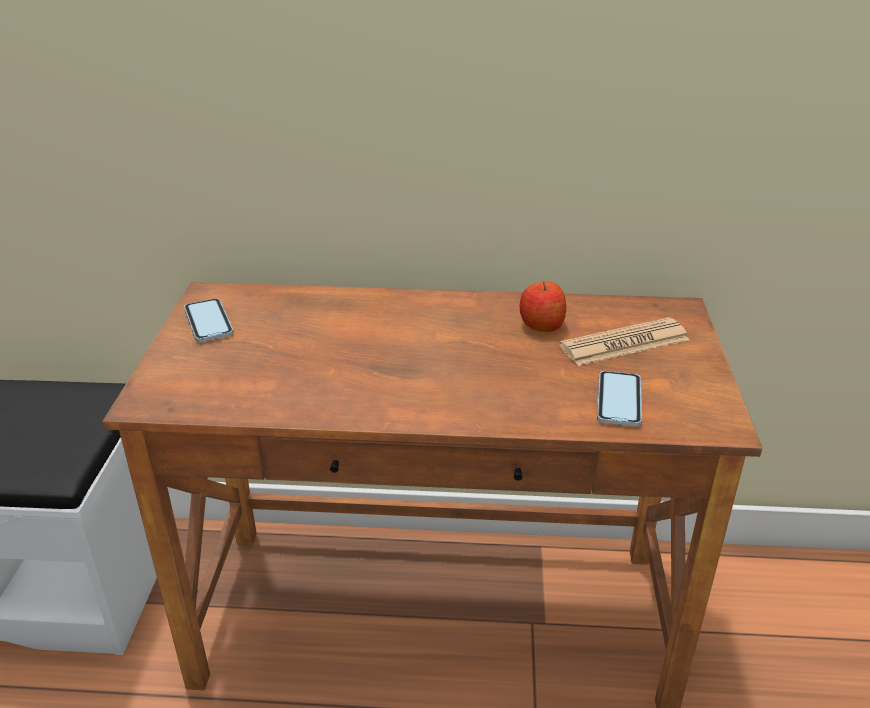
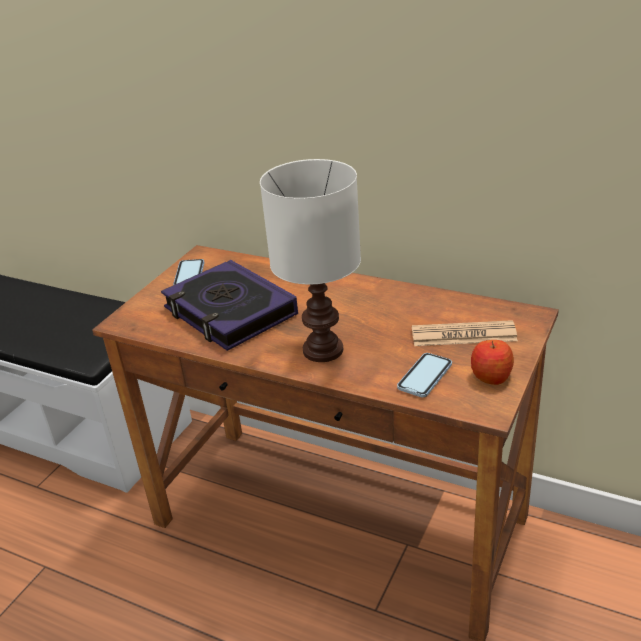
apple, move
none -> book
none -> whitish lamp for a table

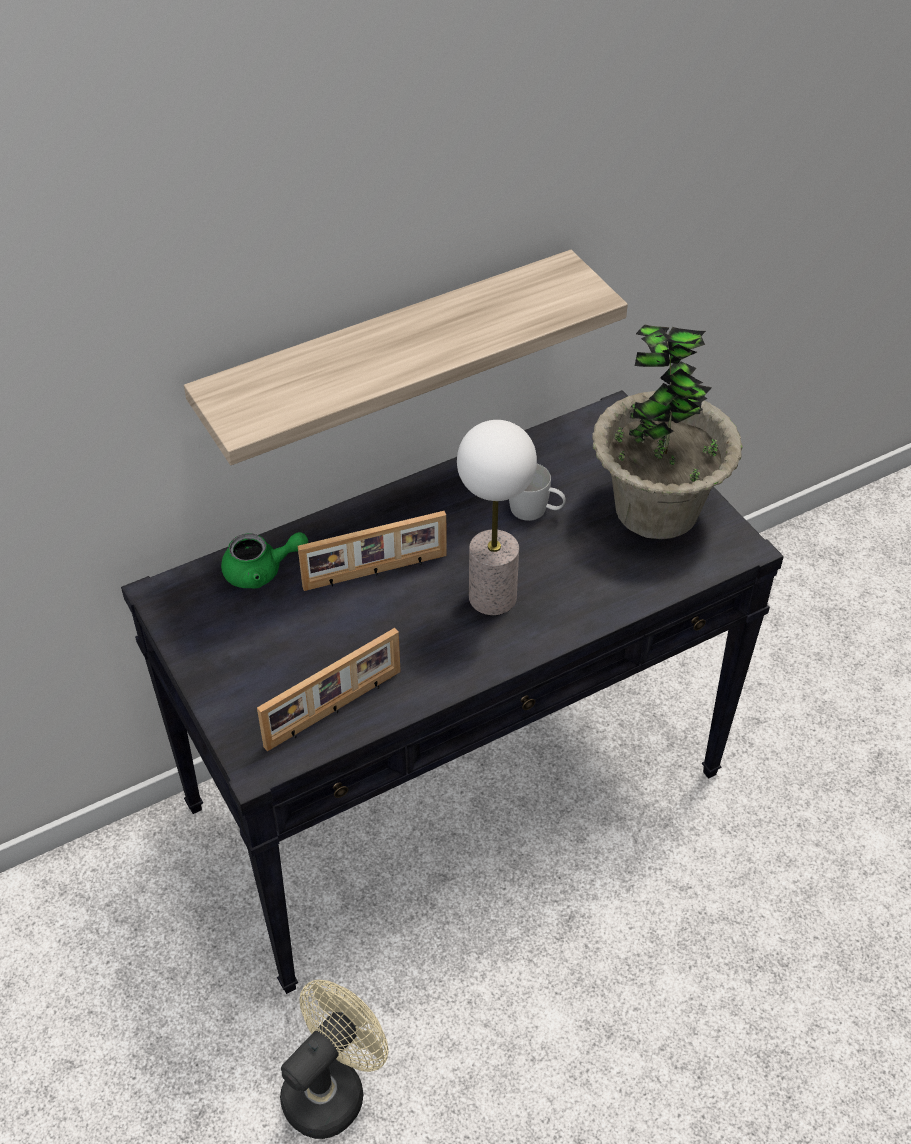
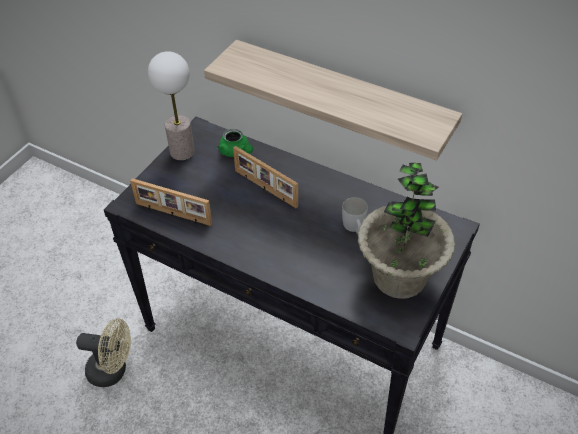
lamp for a table, move

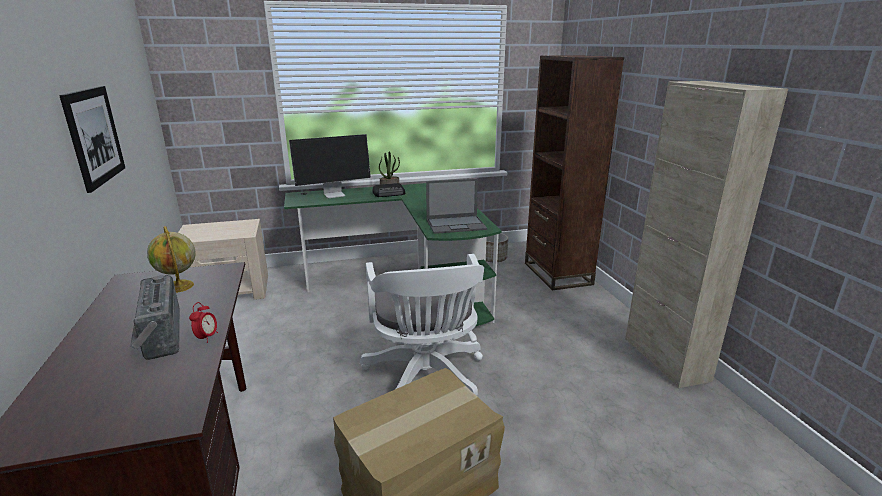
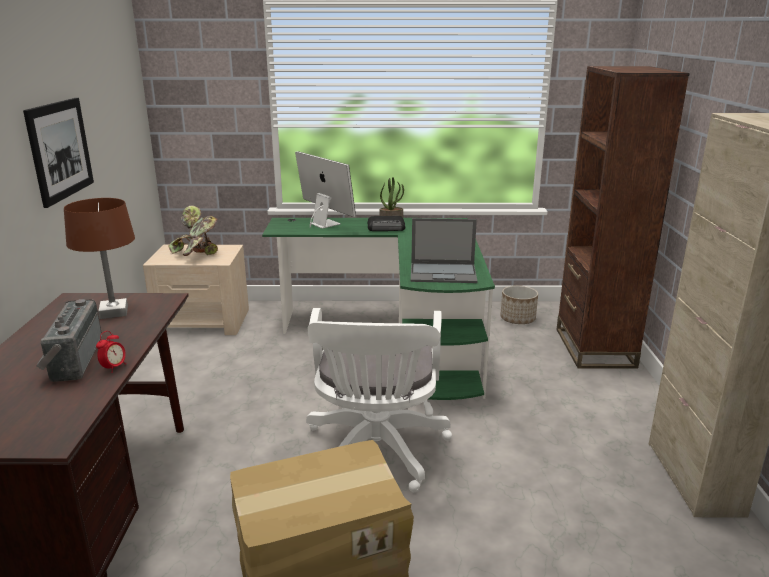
globe -> brown-coloured lamp for a table
computer screen, 120 degrees counterclockwise
none -> plant in a pot (1st from left)

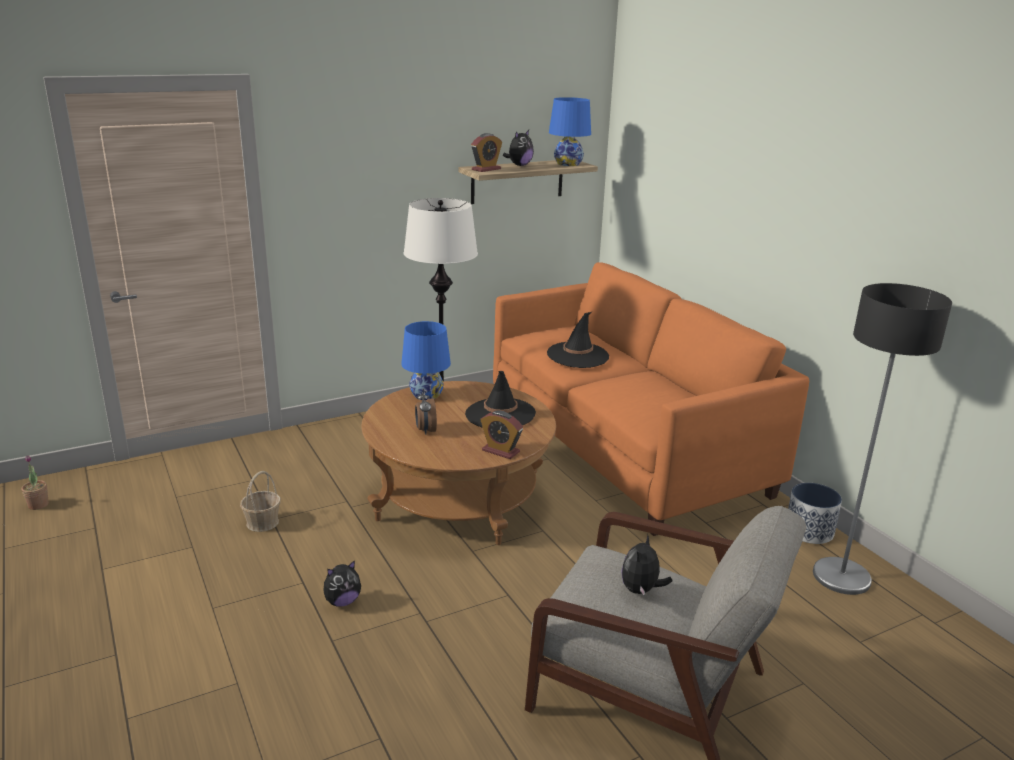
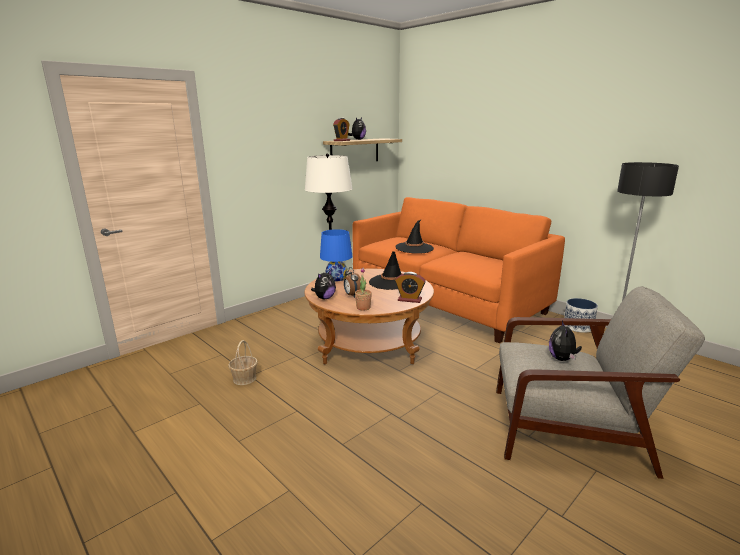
plant in a pot, move
soft toy (1st from left), move
blue-coloured lamp for a table (2nd from left) -> none

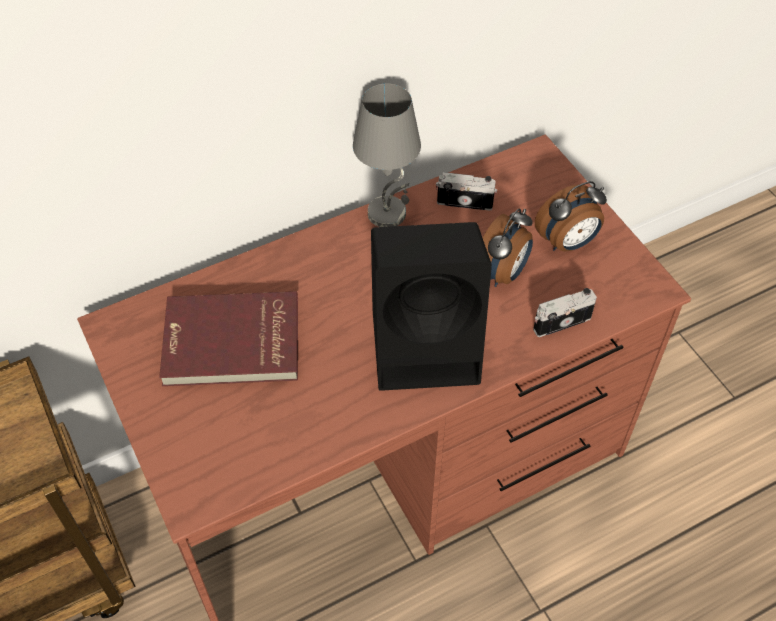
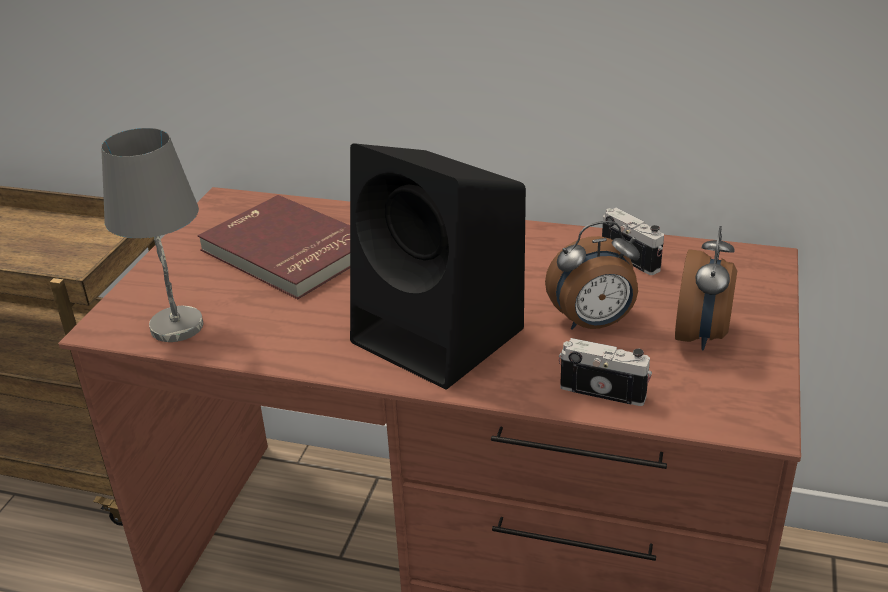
greyish lamp for a table, move
bedside clock (2nd from left), 90 degrees counterclockwise

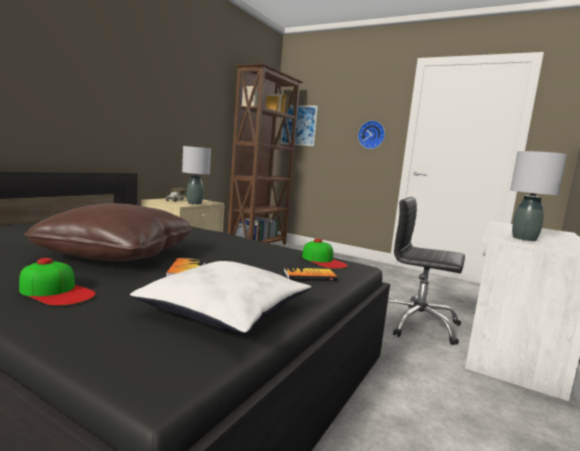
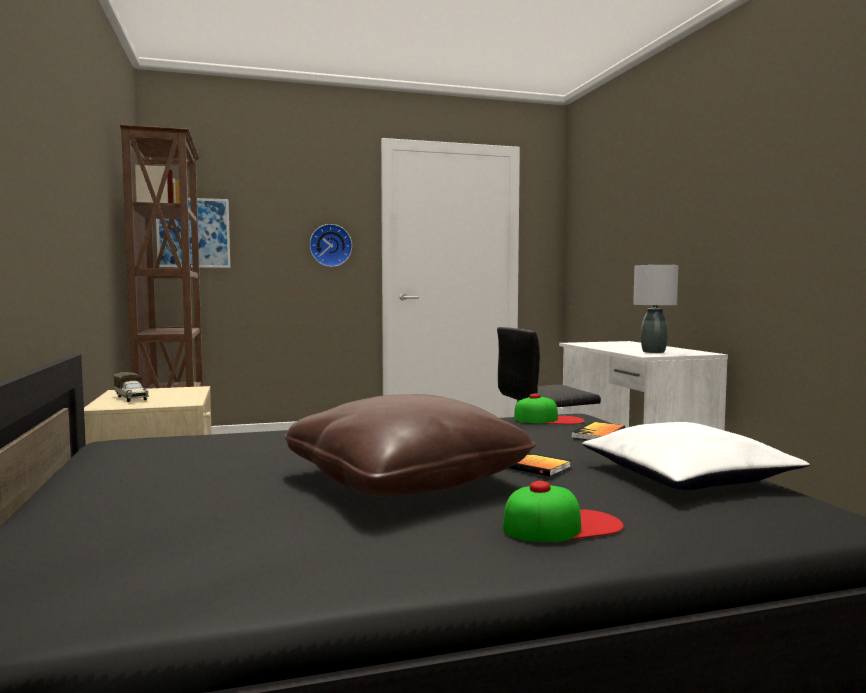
greyish lamp for a table (1st from left) -> none

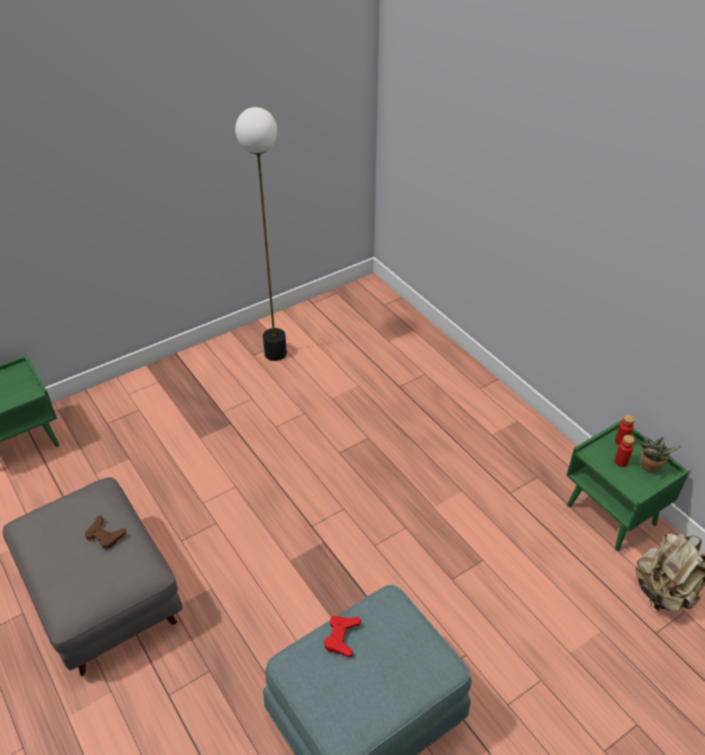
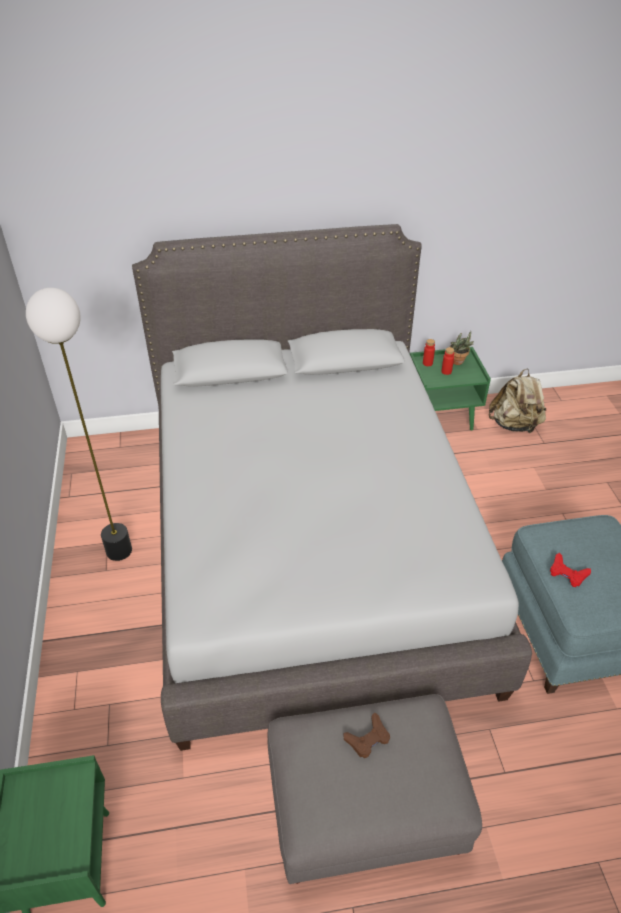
none -> greyish bed

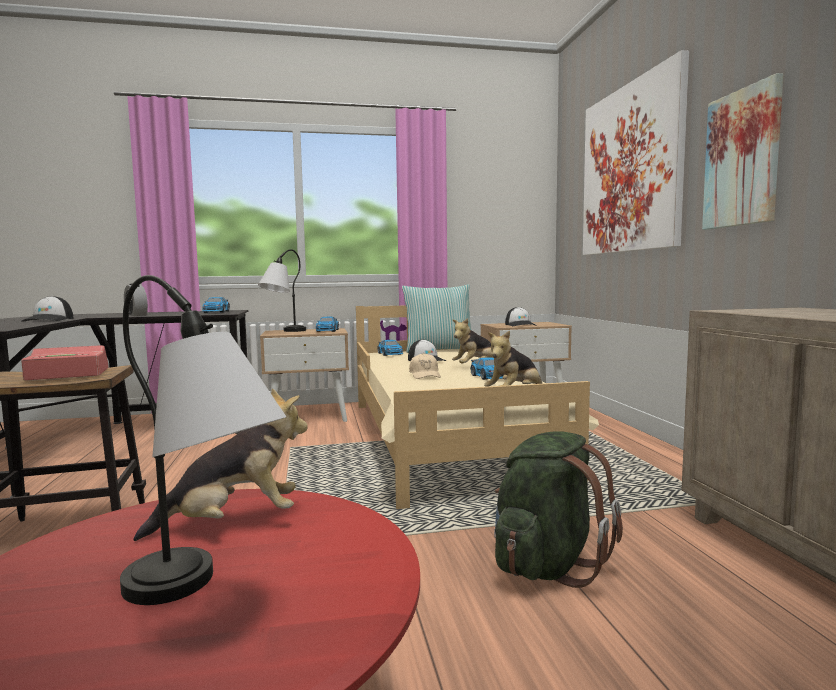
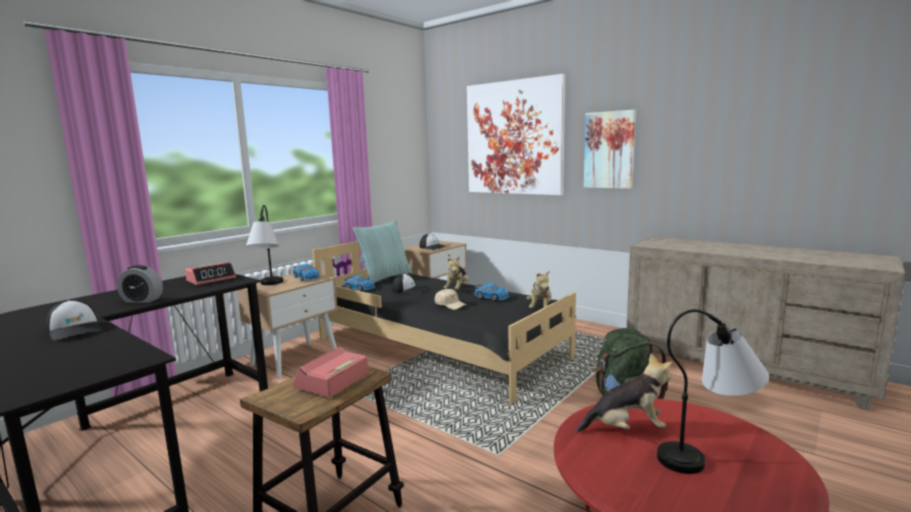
soft toy (1st from left in the first image) -> soft toy (3rd from left), 60 degrees clockwise
miniature car (1st from left) -> bedside clock (2nd from left)
beige-coloured bed -> black bed

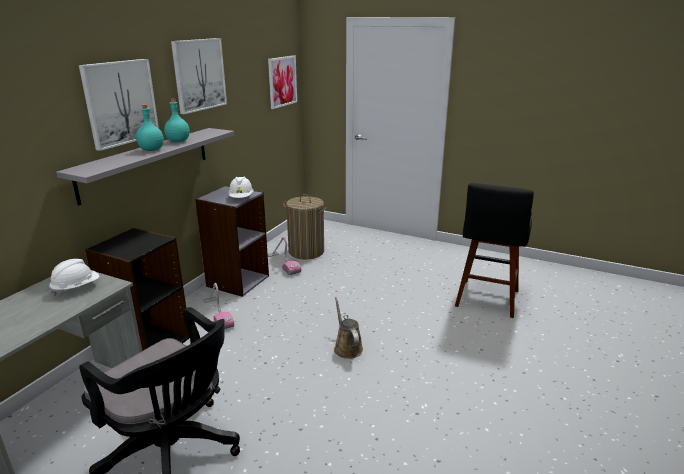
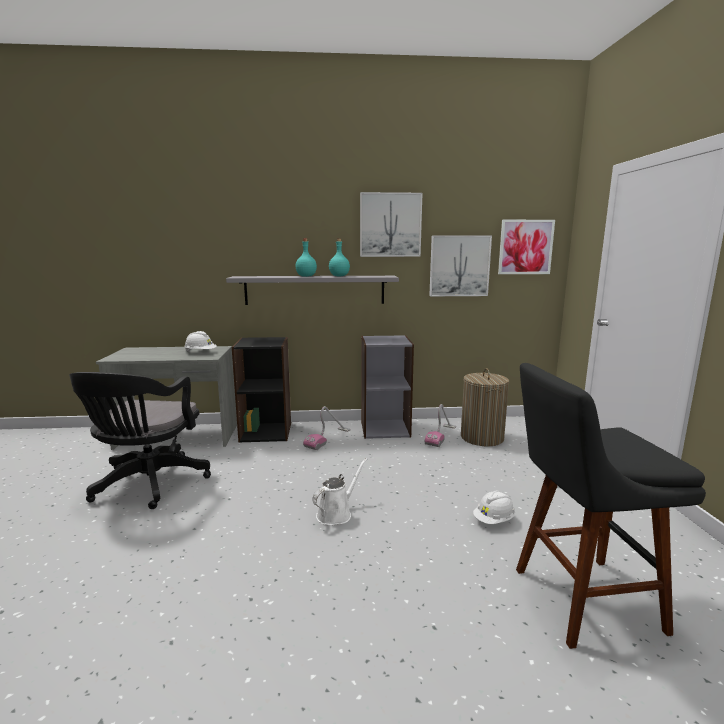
wall picture (1st from left in the first image) -> wall picture (2nd from left), move
whitish hard hat (2nd from left), move
brown-coloured sprinkling can -> whitish sprinkling can

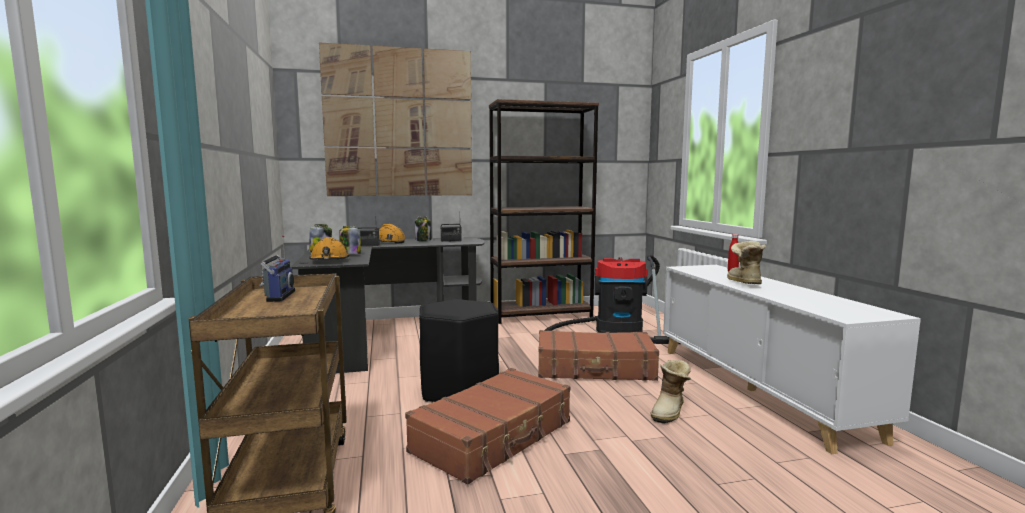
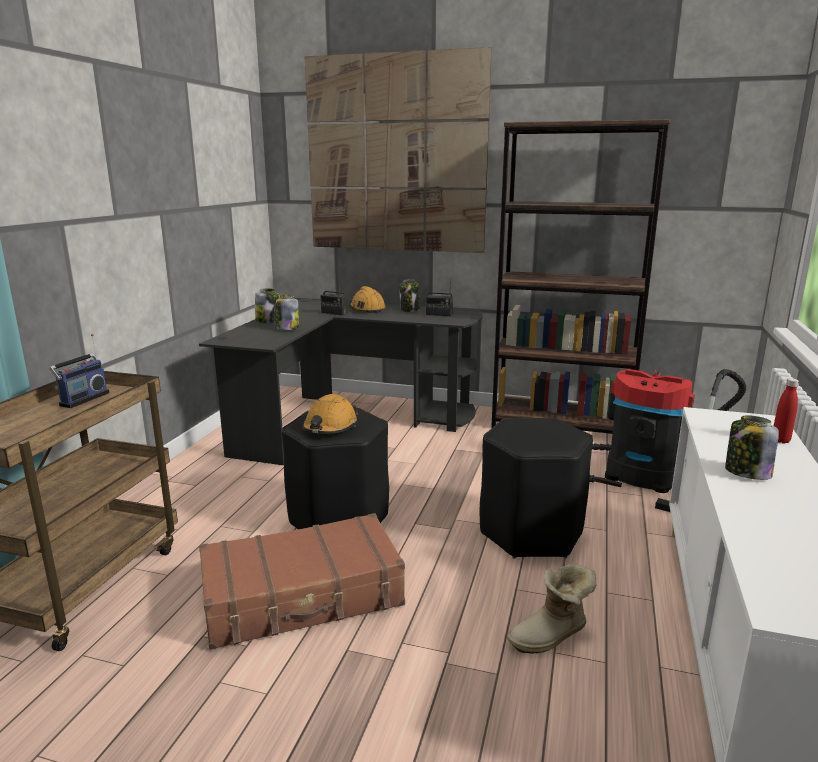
orange-coloured hard hat (1st from left), move
brown-coloured travel case (2nd from left) -> black stool seat (2nd from left)
boot (2nd from left) -> jar (4th from left)

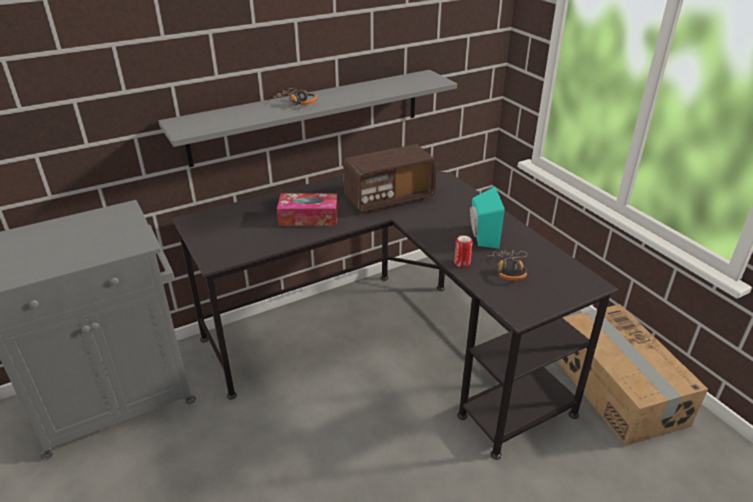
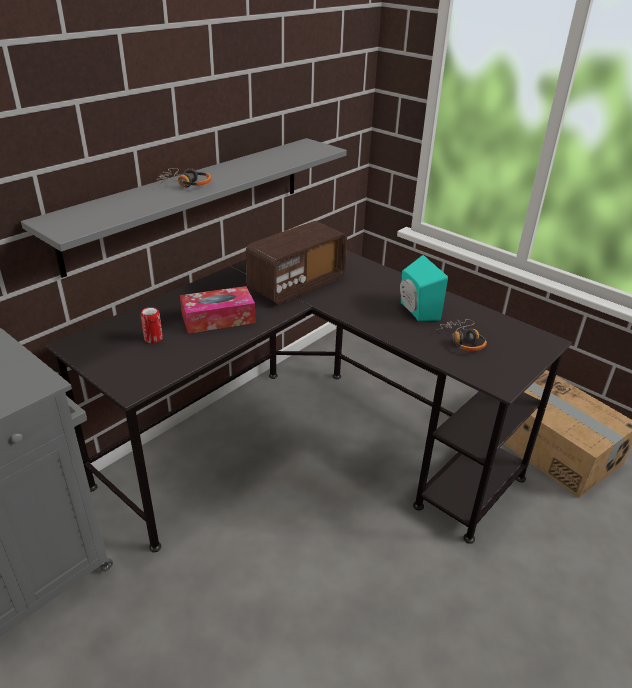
sealed can, move

